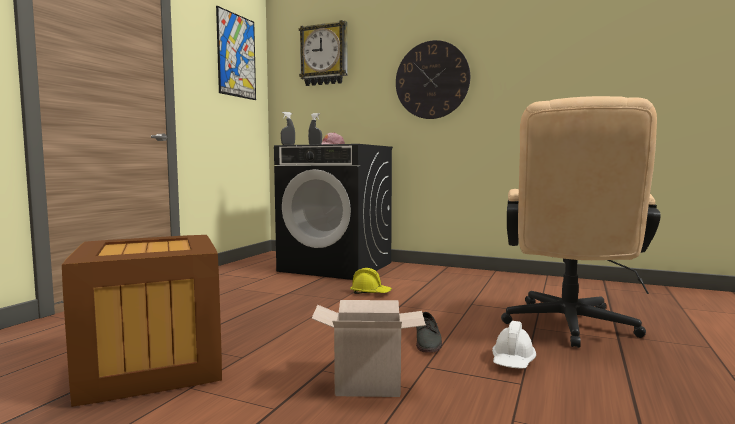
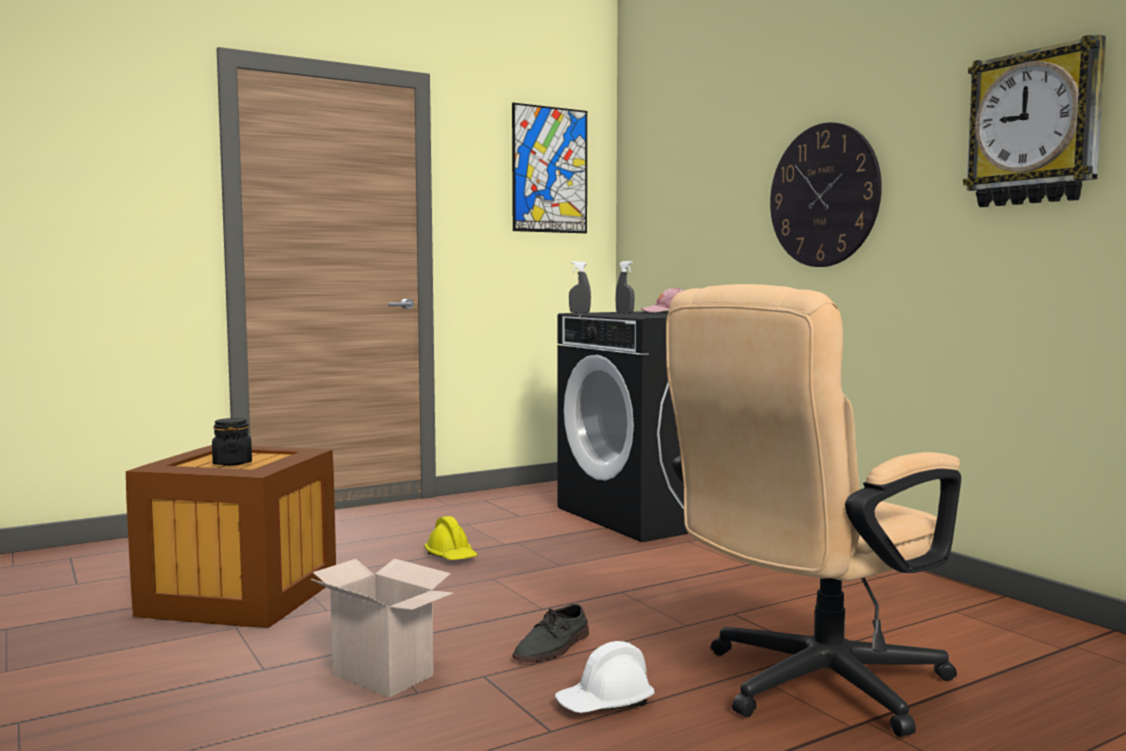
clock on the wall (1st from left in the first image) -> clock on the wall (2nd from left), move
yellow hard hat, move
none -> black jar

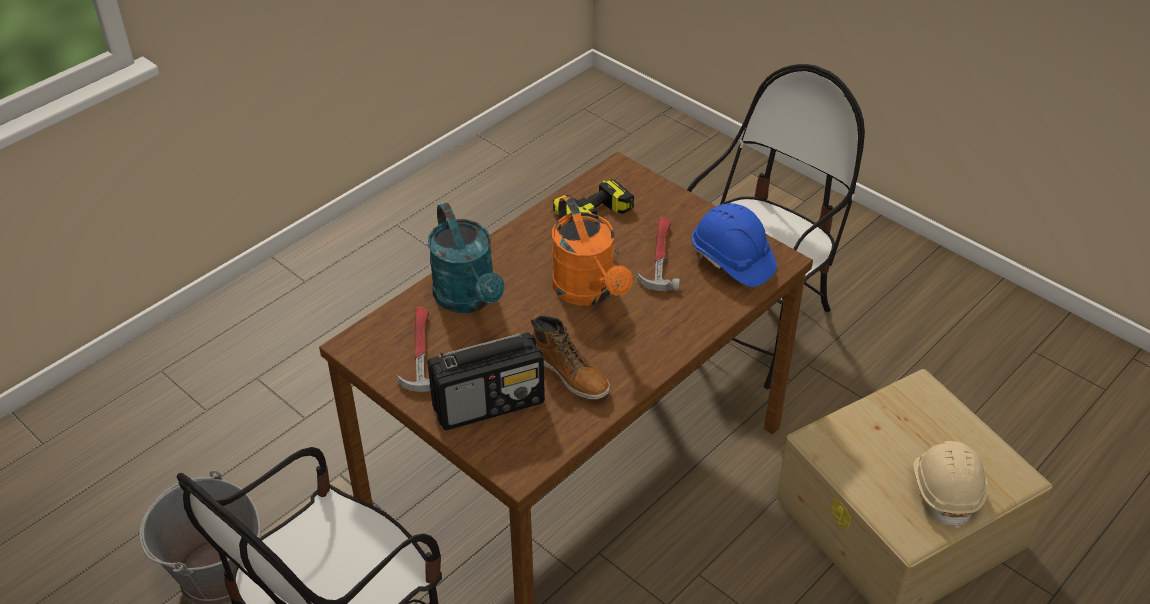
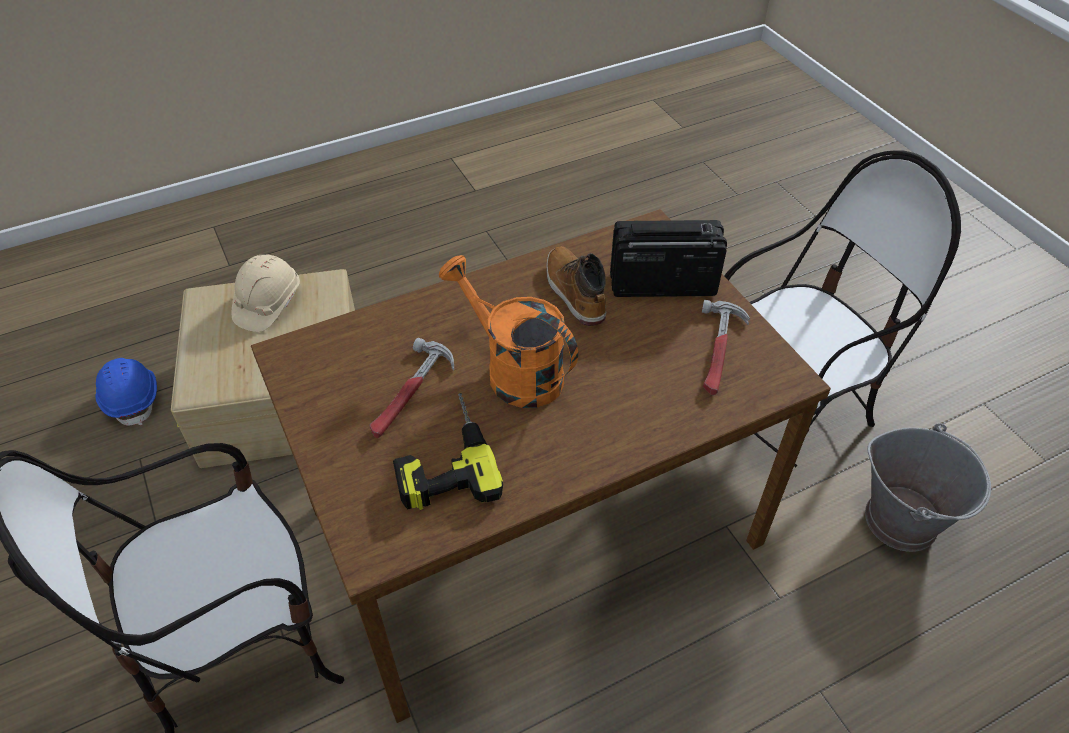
turquoise-coloured sprinkling can -> none
orange-coloured sprinkling can, 45 degrees counterclockwise
blue-coloured hard hat, move

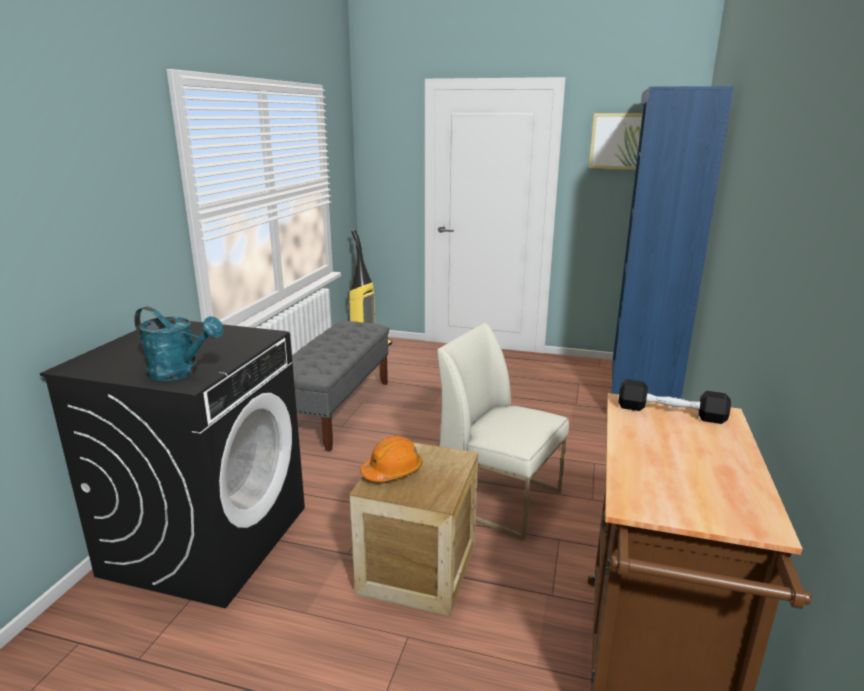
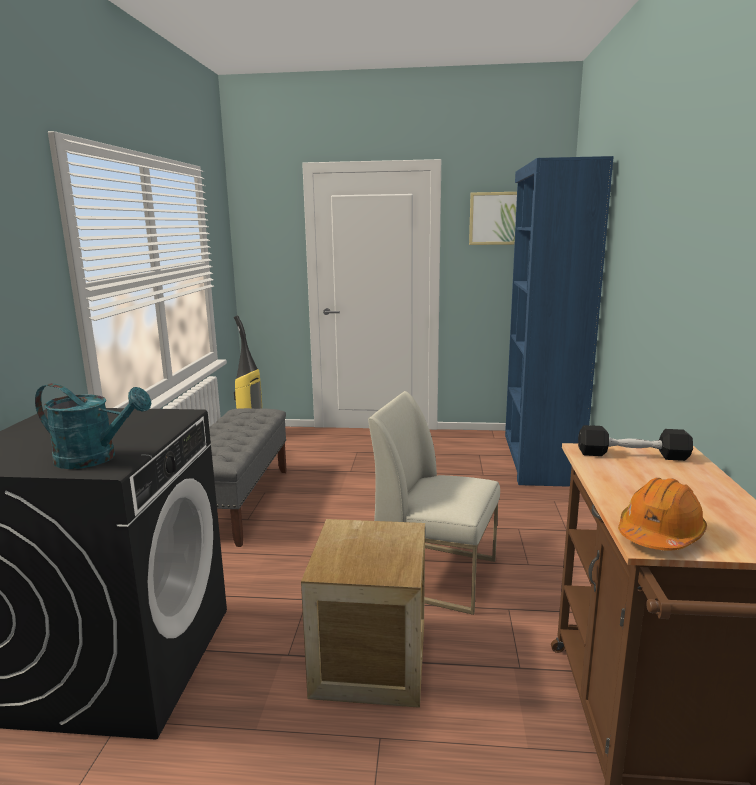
orange-coloured hard hat, move

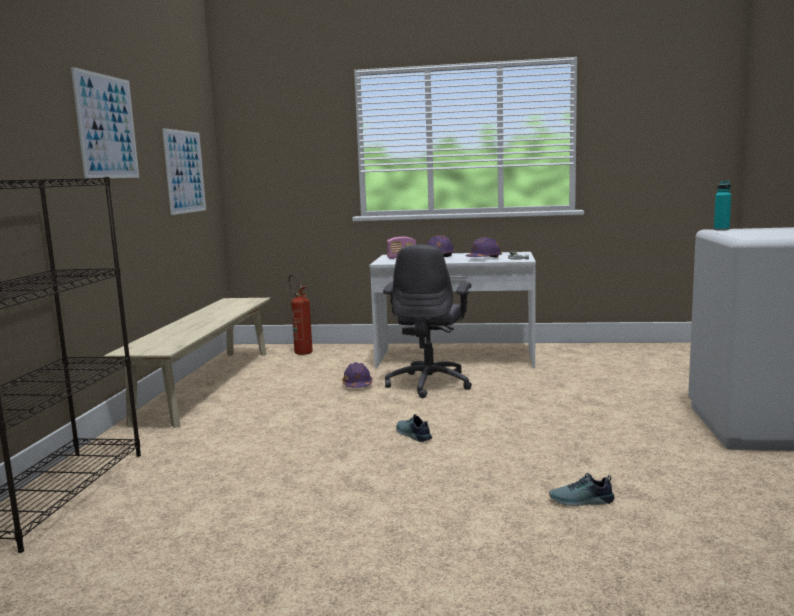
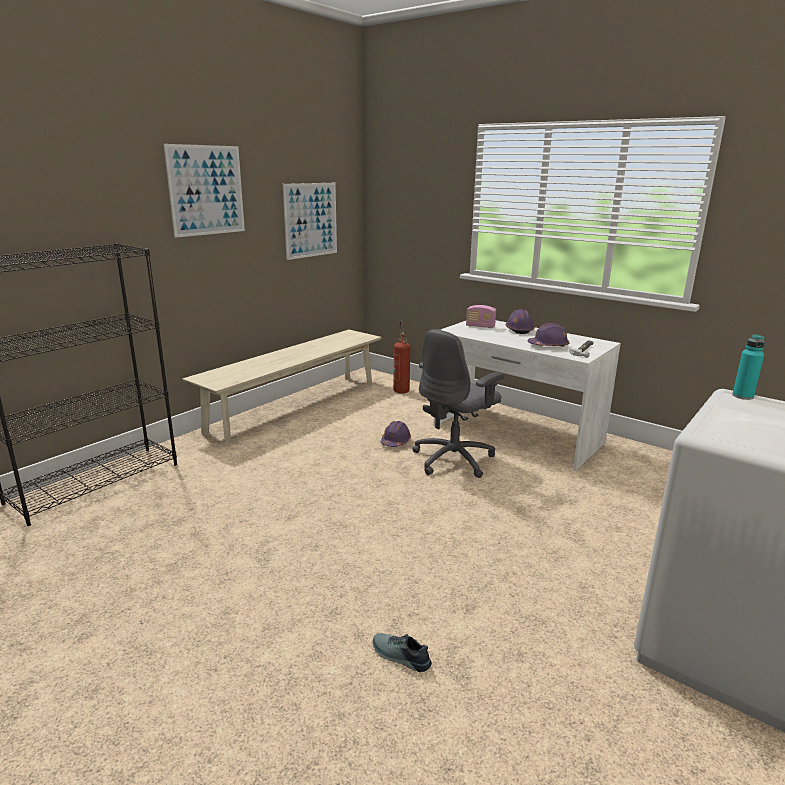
item of footwear (1st from left) -> none

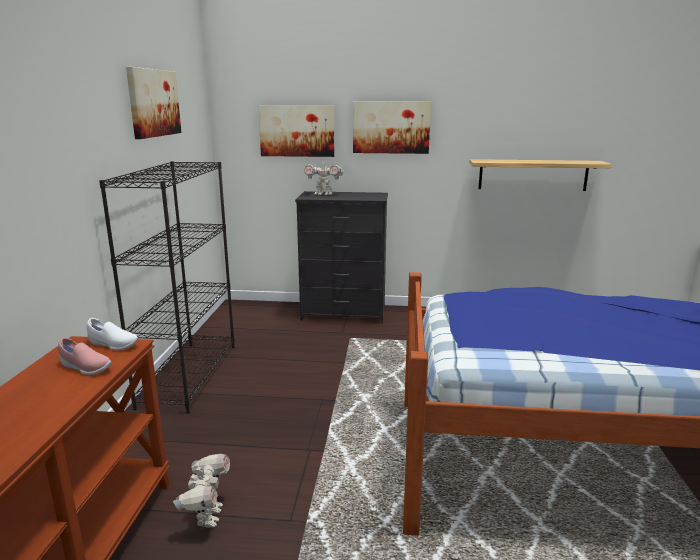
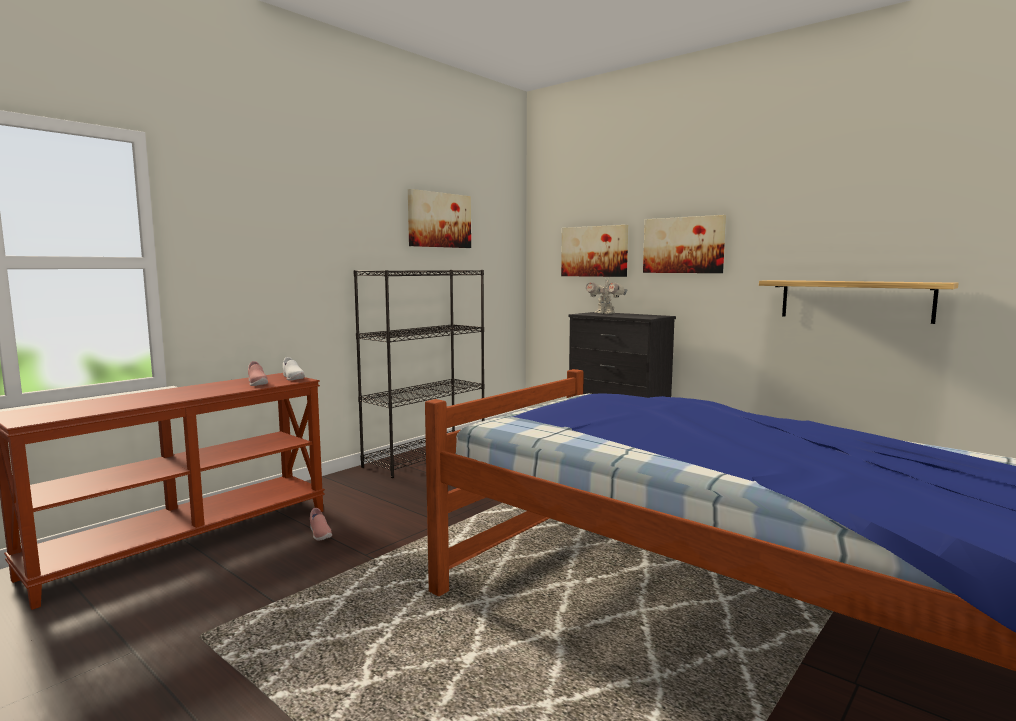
toy robot (1st from left) -> pink item of footwear (2nd from left)

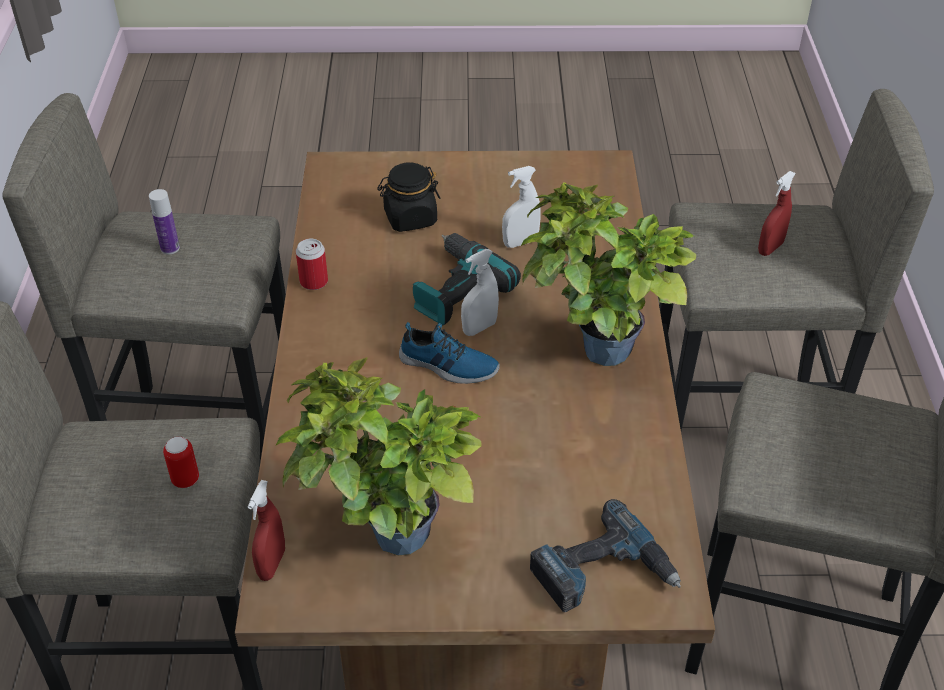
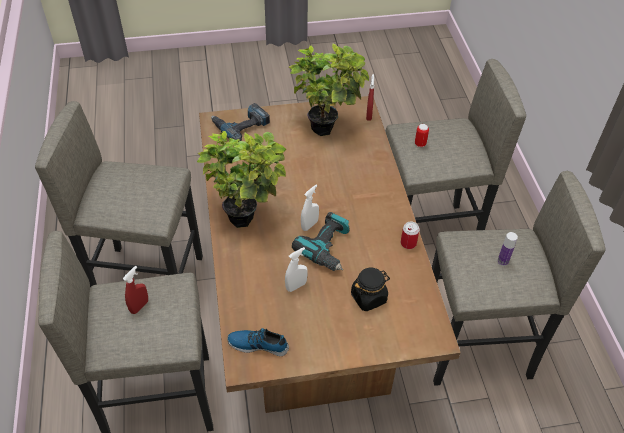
item of footwear, move

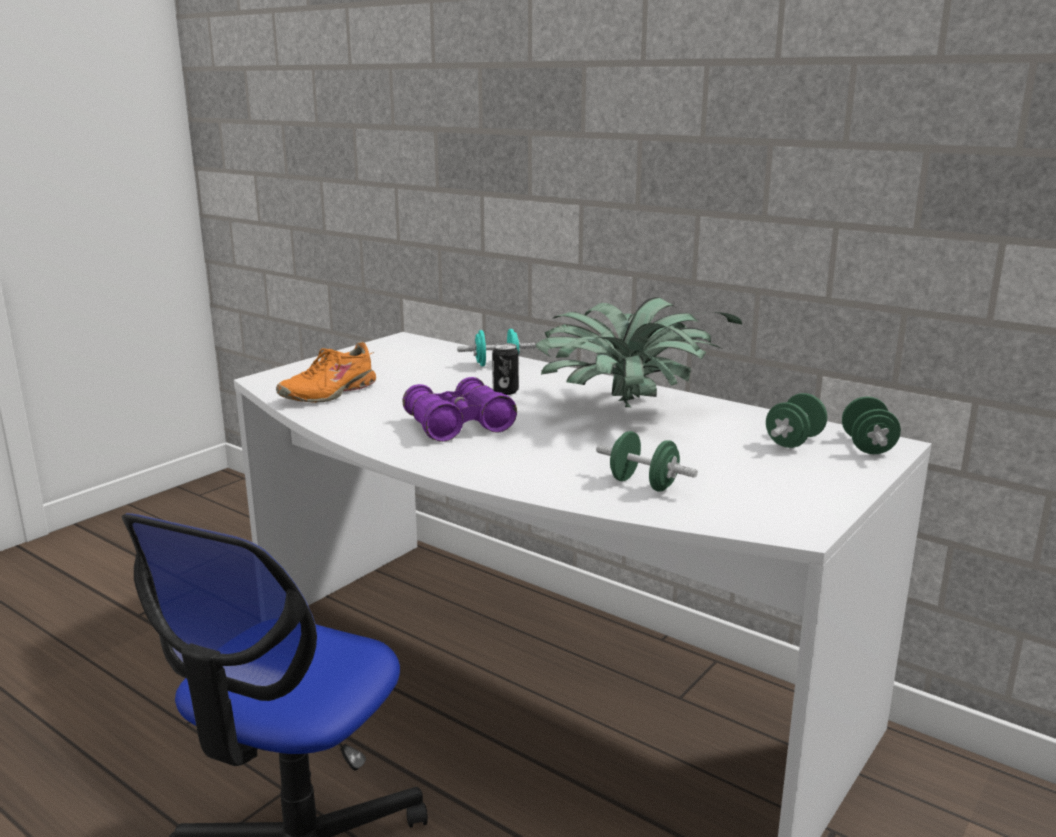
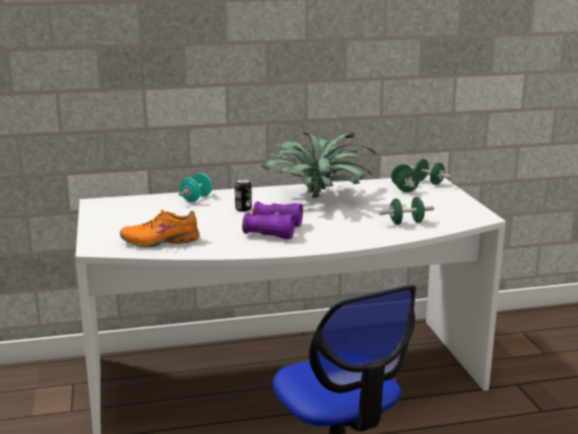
orange-coloured item of footwear, 90 degrees clockwise

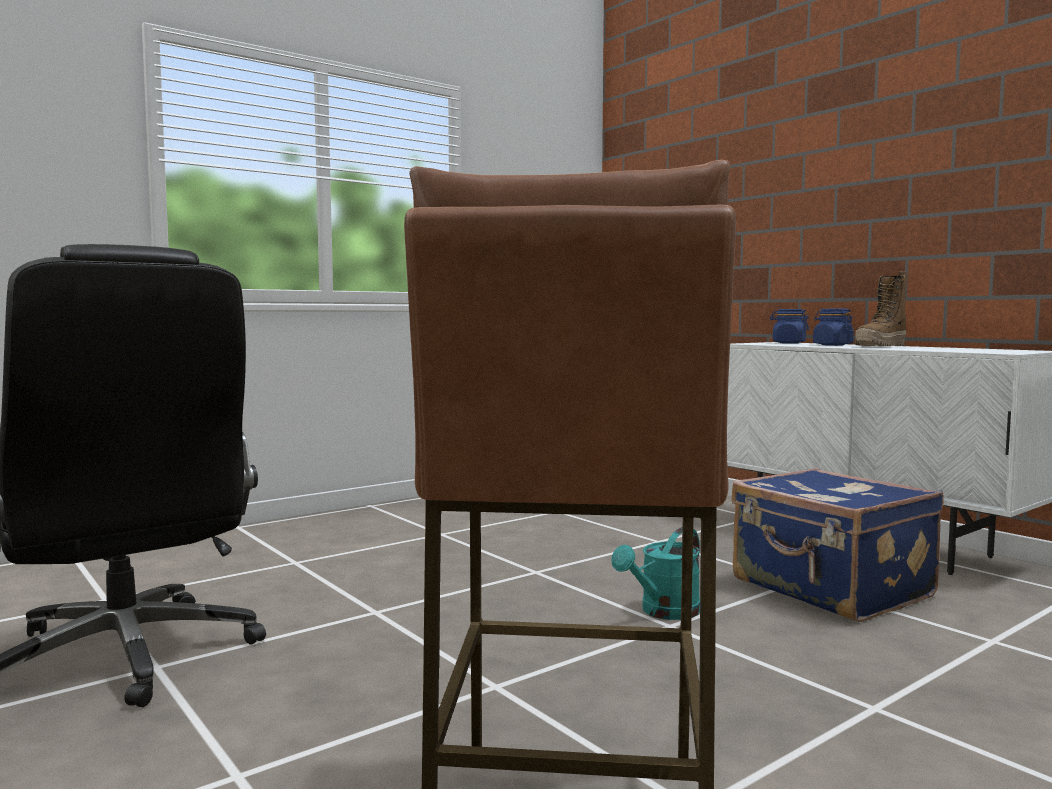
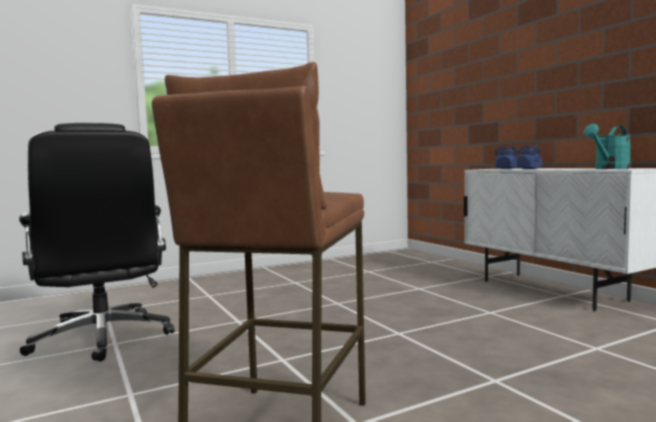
turquoise-coloured sprinkling can, move
blue-coloured travel case -> none
boot -> none

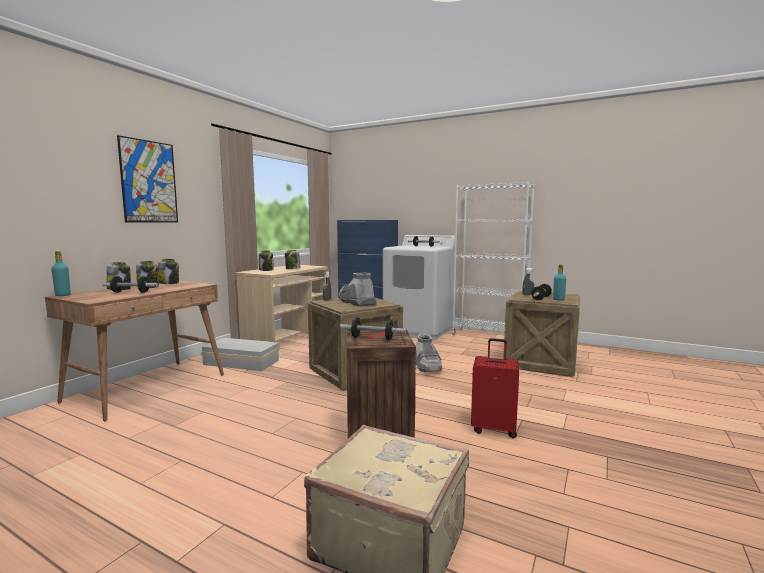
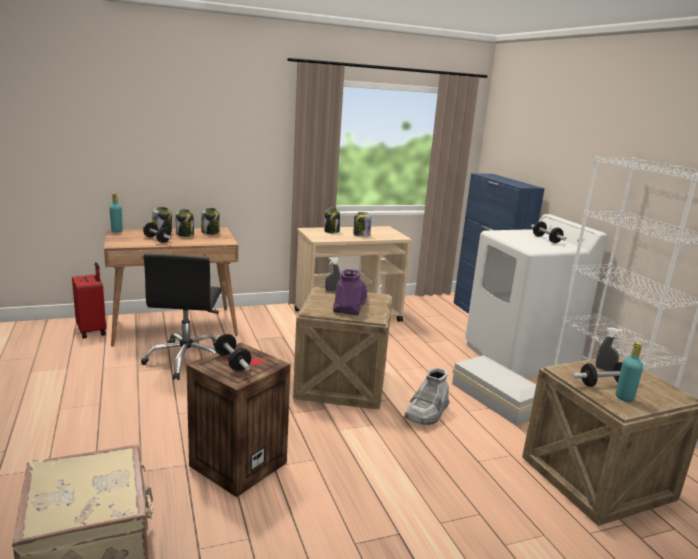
wall picture -> none
whitish storage bin, move
greyish boot (1st from left) -> purple-coloured boot
red-coloured travel case, move
none -> black computer chair

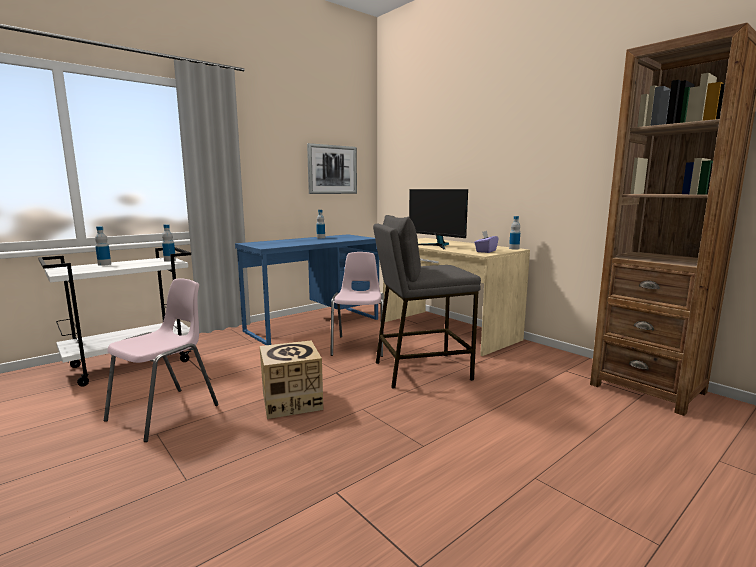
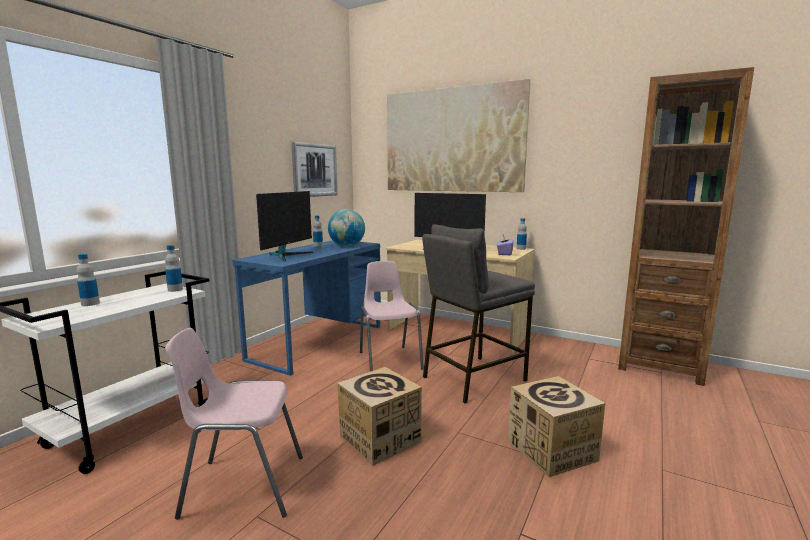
pink chair (1st from left), 105 degrees counterclockwise
none -> computer screen (1st from left)
none -> globe
none -> wall picture (2nd from left)
none -> carton (2nd from left)

